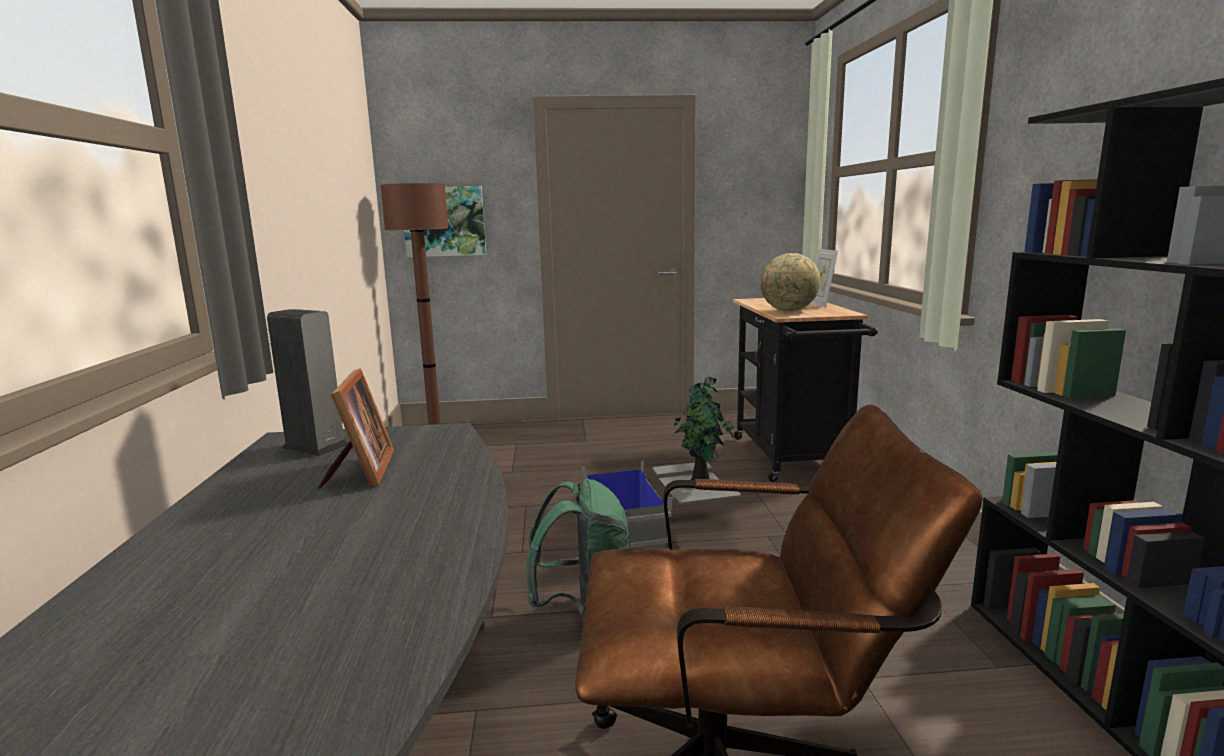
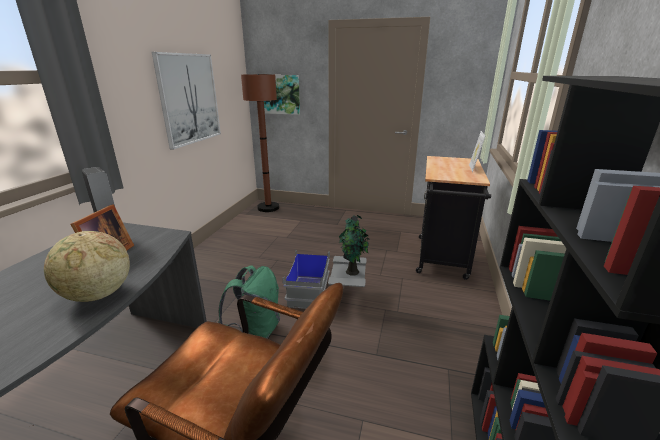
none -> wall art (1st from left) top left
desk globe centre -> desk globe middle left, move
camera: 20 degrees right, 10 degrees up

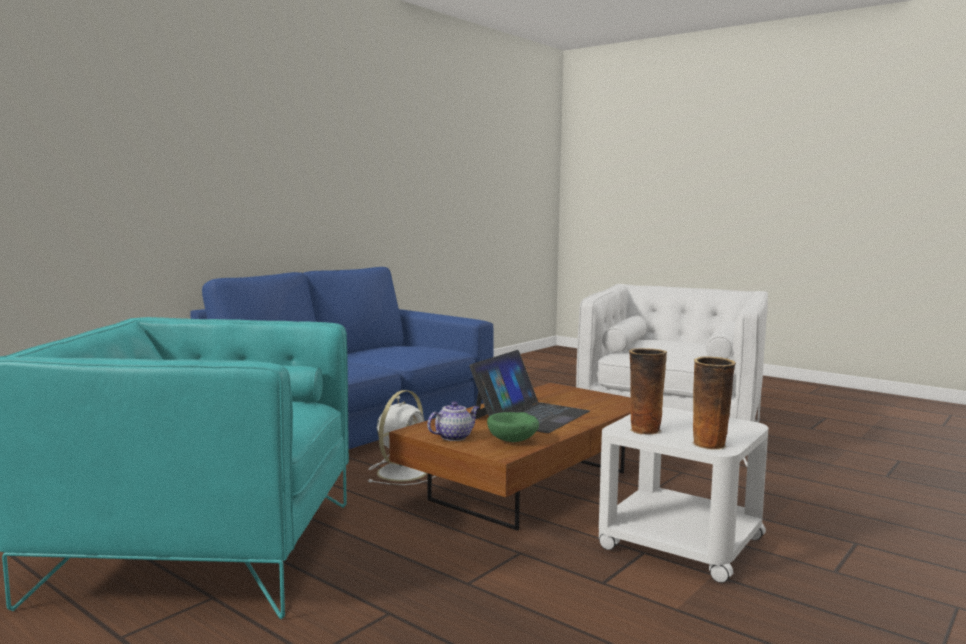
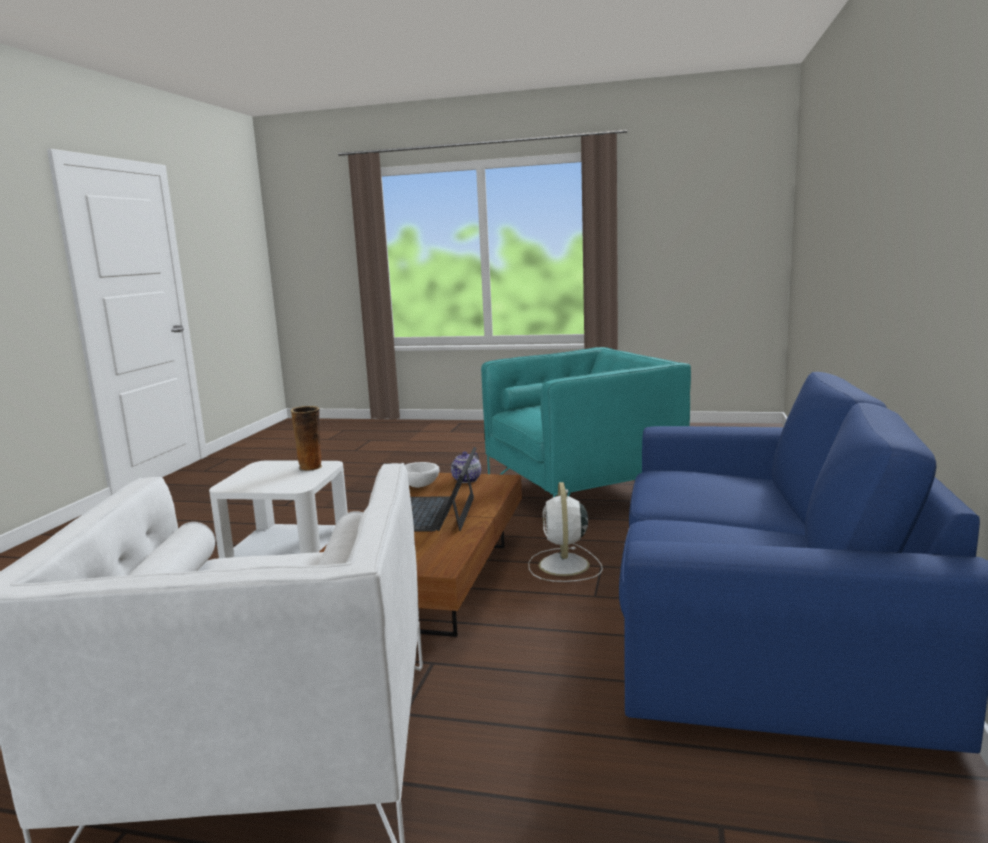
flower vase (2nd from left) middle right -> none
greenish serving bowl centre -> whitish serving bowl centre
camera: 155 degrees right, 5 degrees up

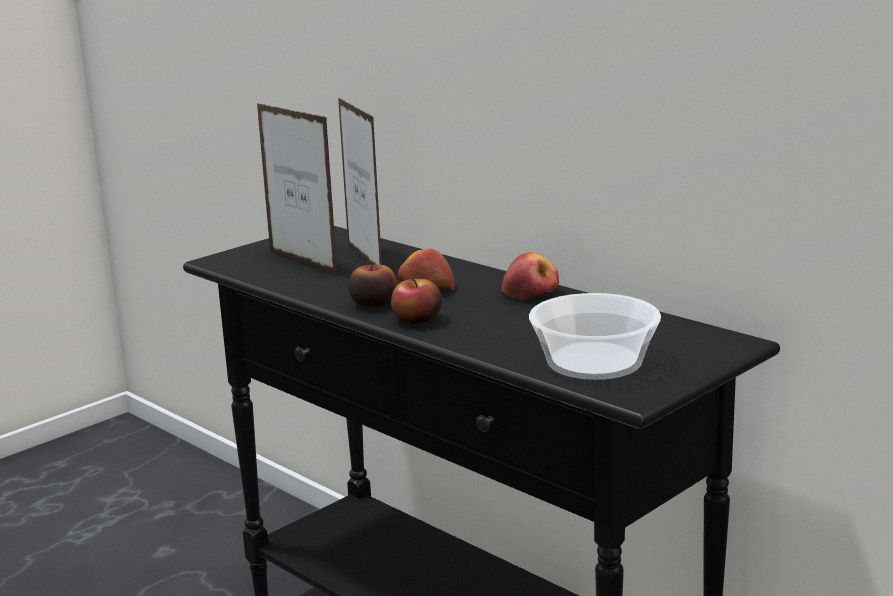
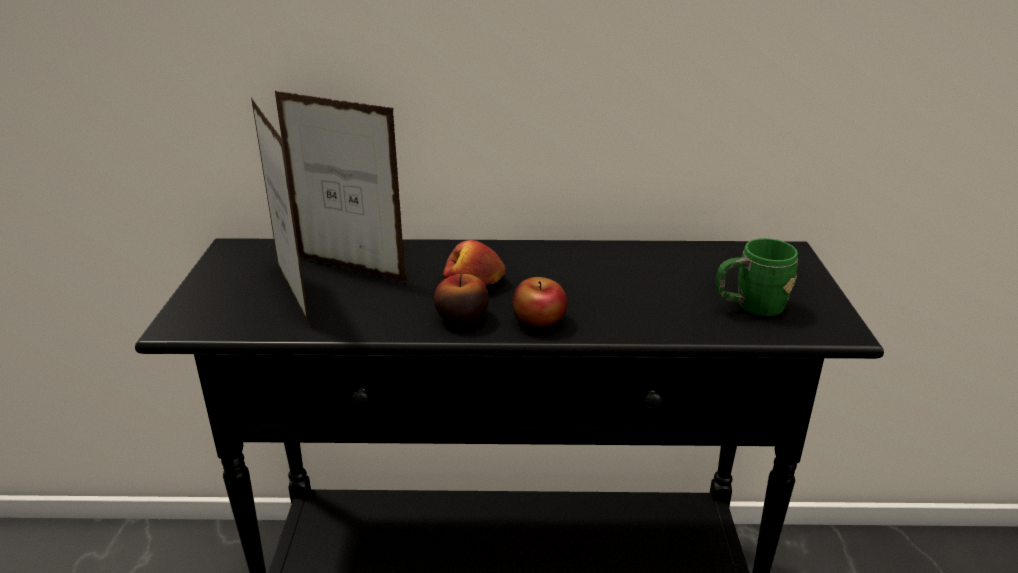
apple (4th from left) centre -> none
serving bowl centre -> greenish coffee mug middle right
standing frame (1st from left) top left -> standing frame (1st from left) middle left, 120 degrees counterclockwise
camera: 45 degrees left, 10 degrees up

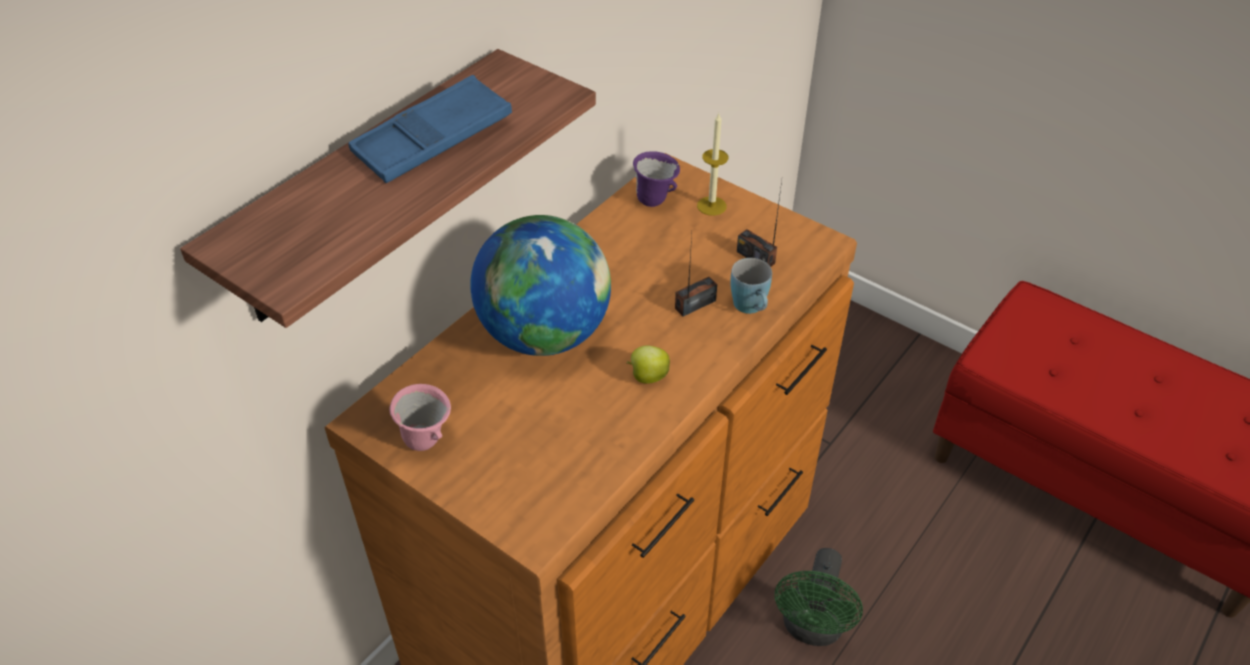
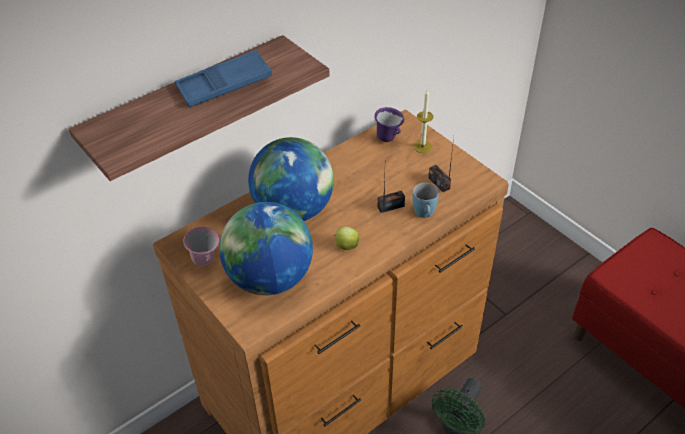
none -> desk globe (1st from left) centre
camera: 15 degrees right, 0 degrees up

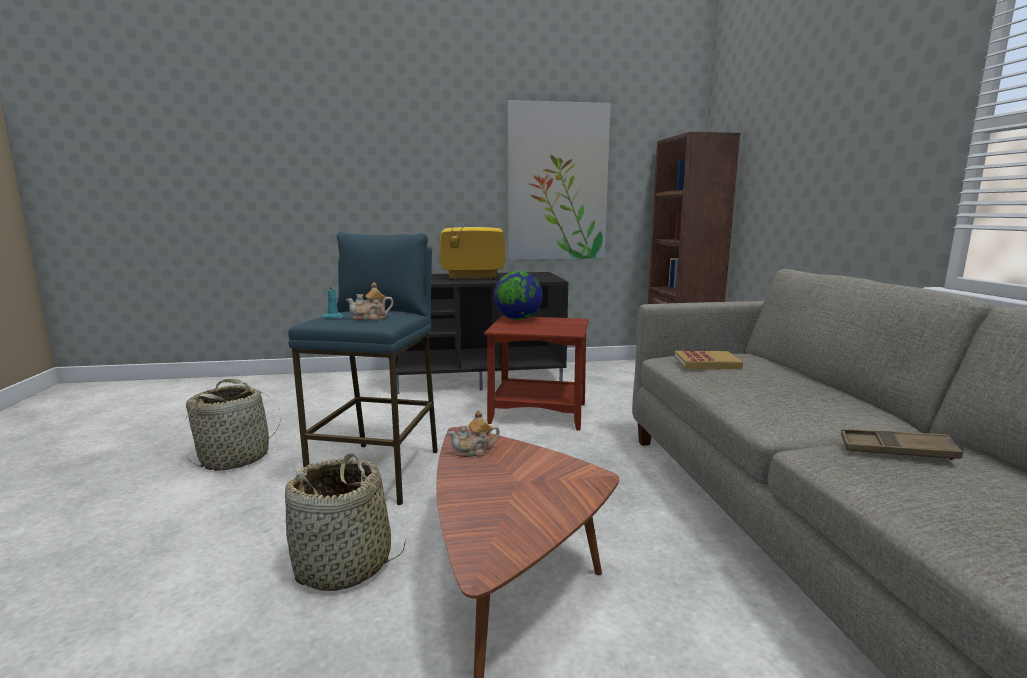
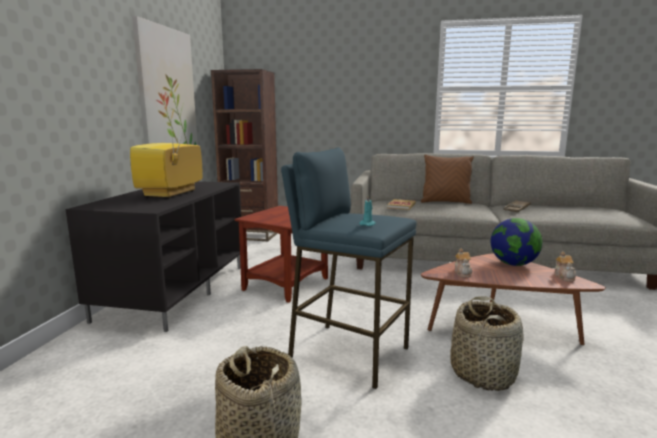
none -> brown throw pillow middle right
tea pot (1st from left in the first image) centre -> tea pot (2nd from left) middle right, move
desk globe centre -> desk globe middle right, move
camera: 70 degrees left, 0 degrees up

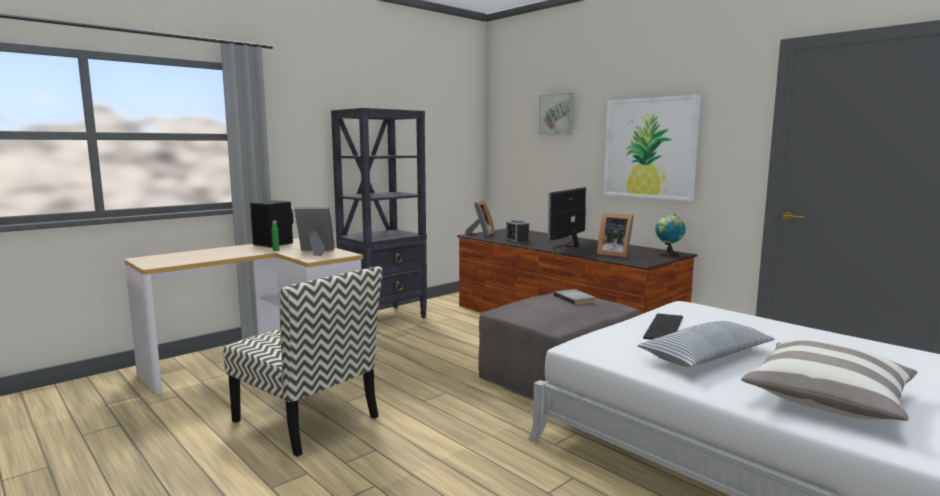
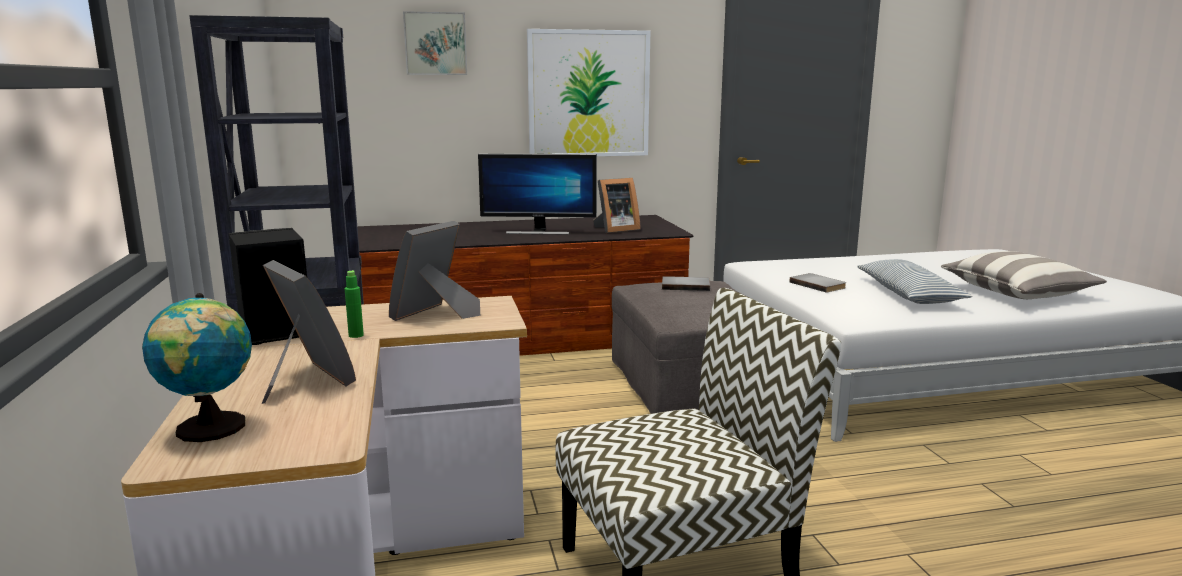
bedside clock centre -> none
standing frame (2nd from left in the first image) centre -> standing frame (1st from left) middle left, move
desk globe middle right -> desk globe middle left, move
keyboard middle right -> grey book (2nd from left) middle right
computer screen centre, 60 degrees counterclockwise
camera: 60 degrees left, 5 degrees up

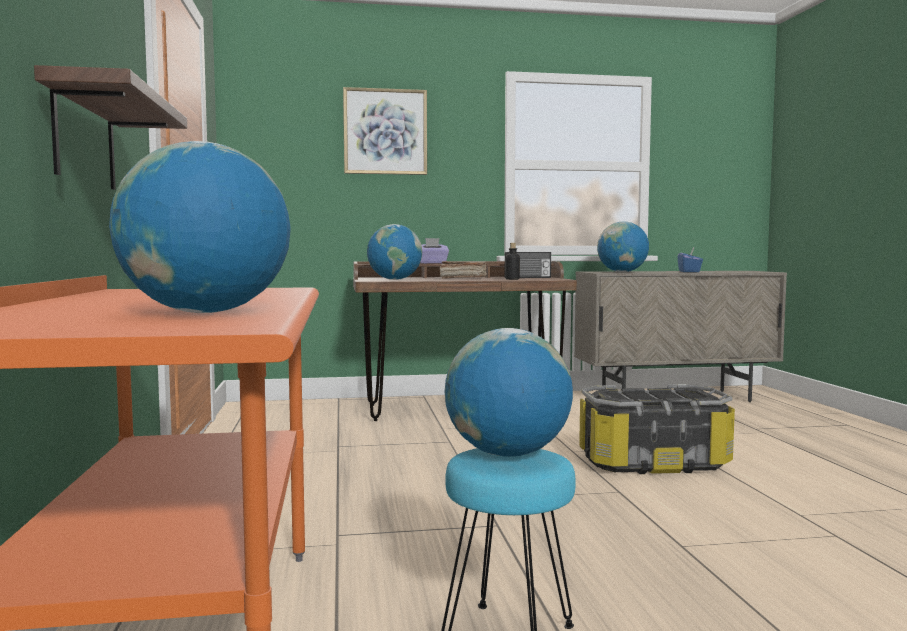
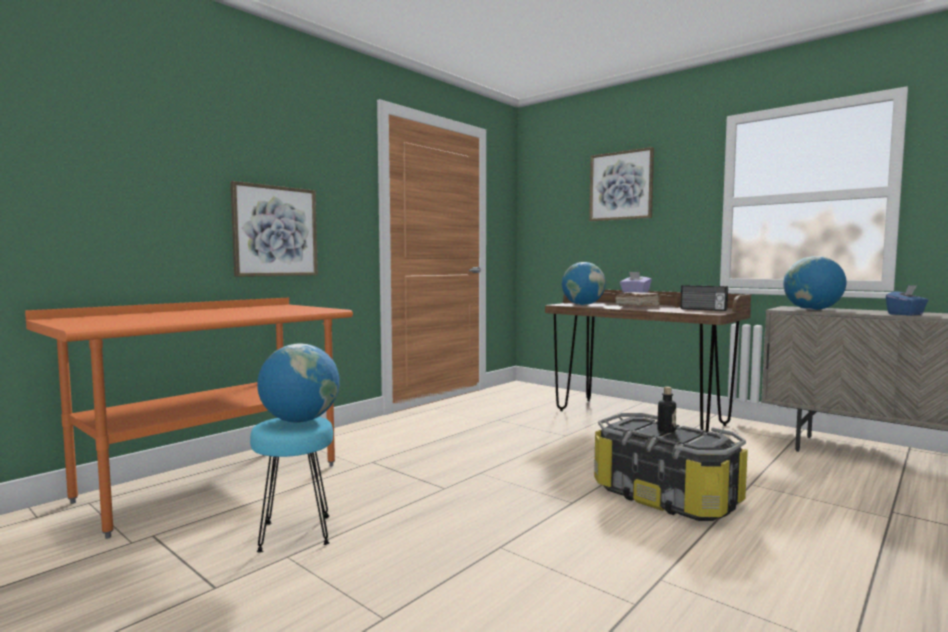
desk globe (1st from left) middle left -> none
drink bottle centre -> drink bottle middle right, move
bracket shelf top left -> wall art (1st from left) middle left
camera: 50 degrees right, 0 degrees up

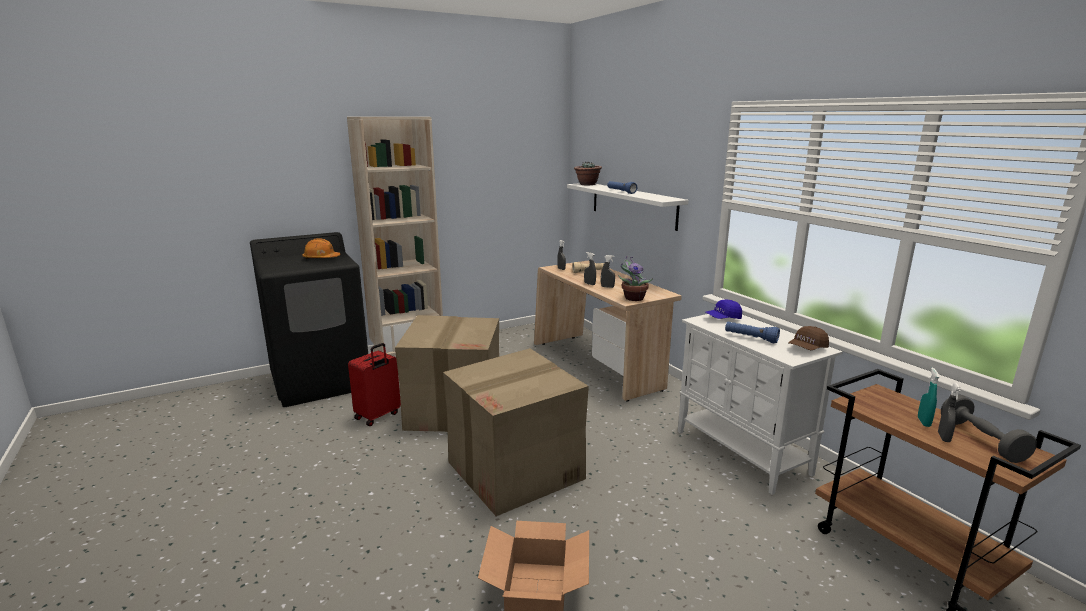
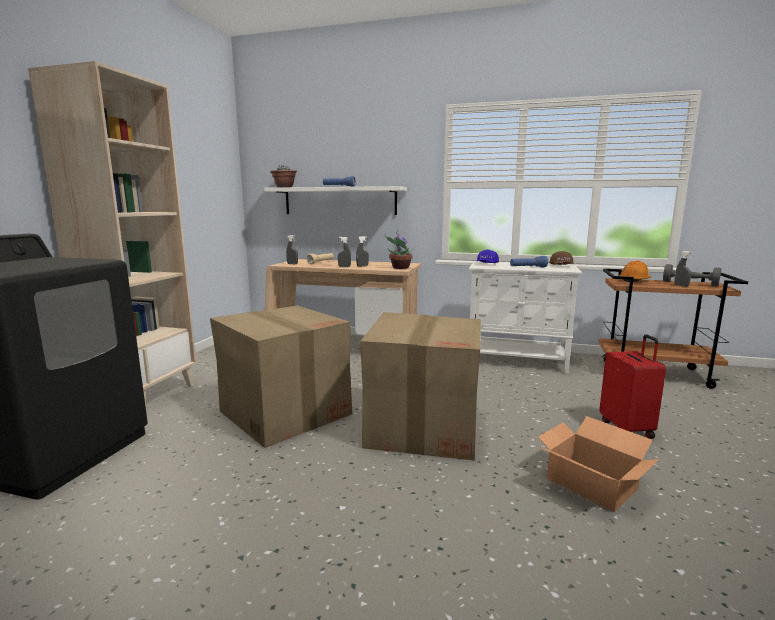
turquoise sprayer middle right -> none
orange-coloured work helmet middle left -> orange-coloured work helmet middle right, move
red travel case centre -> red travel case middle right, move
camera: 45 degrees left, 5 degrees down

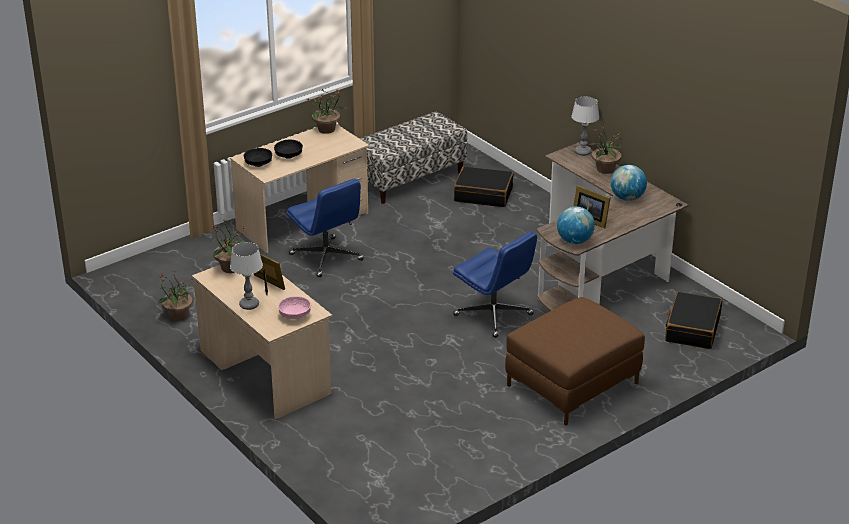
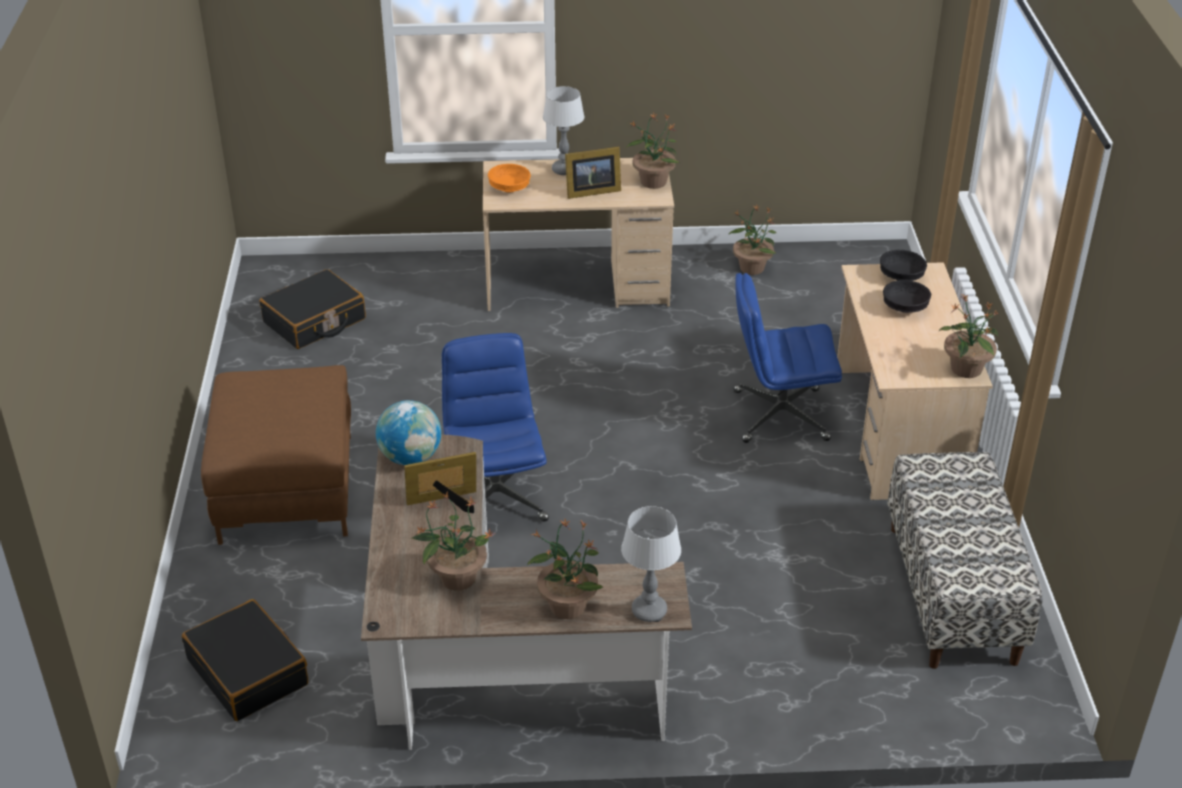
blackish travel case (1st from left in the first image) centre -> blackish travel case (2nd from left) middle left, move
desk globe (2nd from left) middle right -> houseplant (1st from left) bottom centre
pink-coloured serving bowl centre -> orange-coloured serving bowl top centre
bluish computer chair (2nd from left in the first image) centre -> bluish computer chair (1st from left) centre, 90 degrees clockwise
camera: 125 degrees right, 5 degrees up

